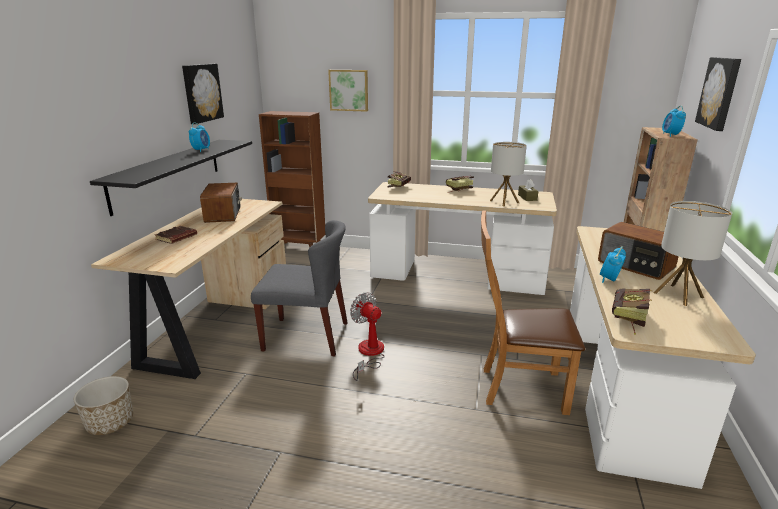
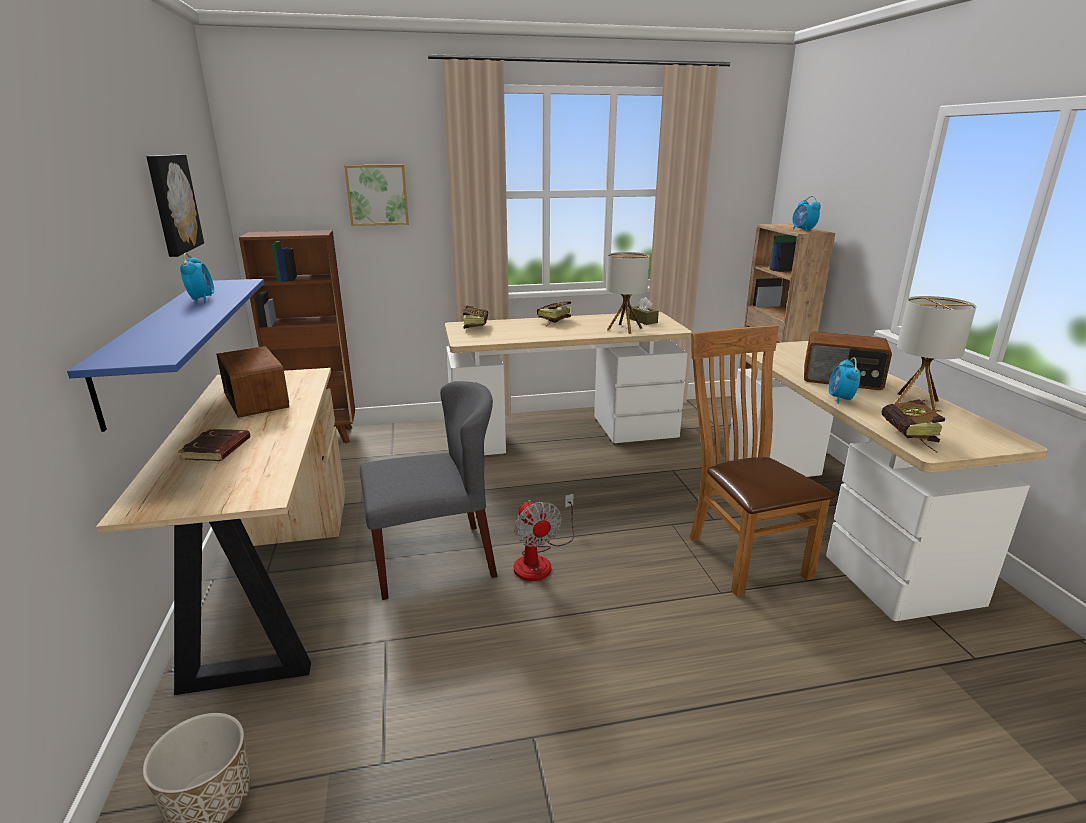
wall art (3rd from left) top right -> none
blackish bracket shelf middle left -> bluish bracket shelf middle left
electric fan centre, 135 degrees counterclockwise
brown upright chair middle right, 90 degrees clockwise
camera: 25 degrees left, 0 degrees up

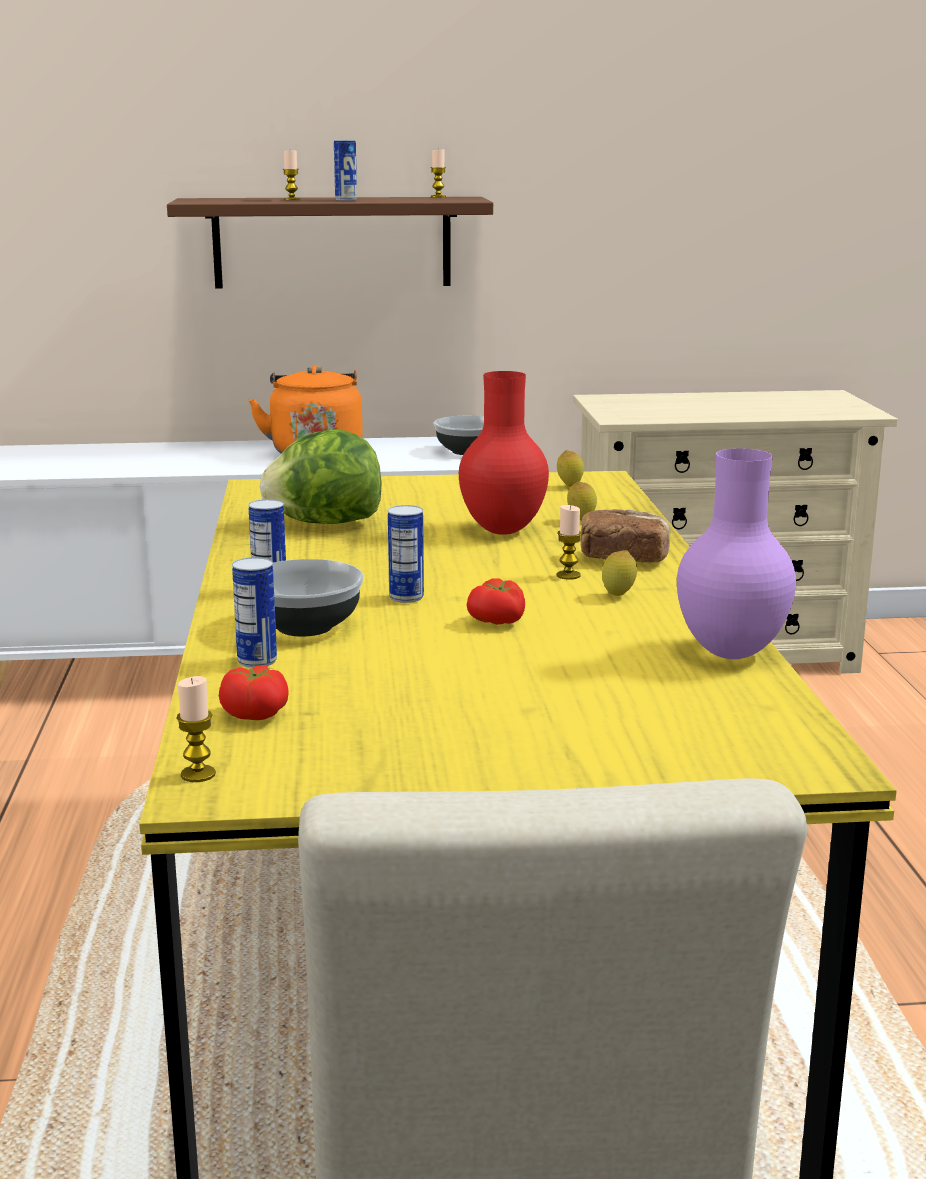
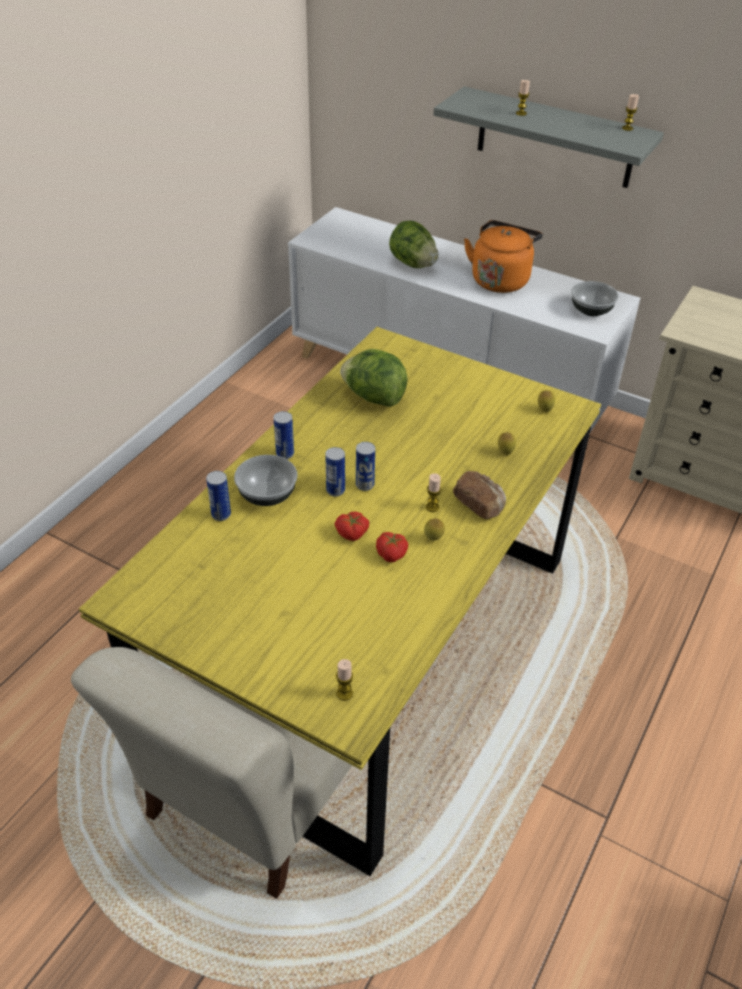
red flower vase centre -> none
purple-coloured flower vase middle right -> none
none -> lettuce head (2nd from left) top centre
candle (1st from left) middle left -> candle (1st from left) bottom centre, move
tomato (1st from left in the first image) middle left -> tomato (2nd from left) centre, move
metal can (3rd from left in the first image) top centre -> metal can (4th from left) centre, move
brown bracket shelf top centre -> grey bracket shelf top right
camera: 35 degrees right, 25 degrees up

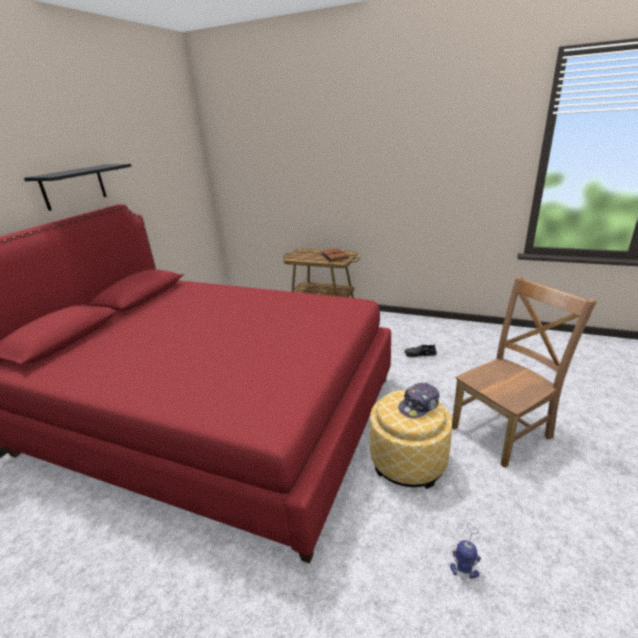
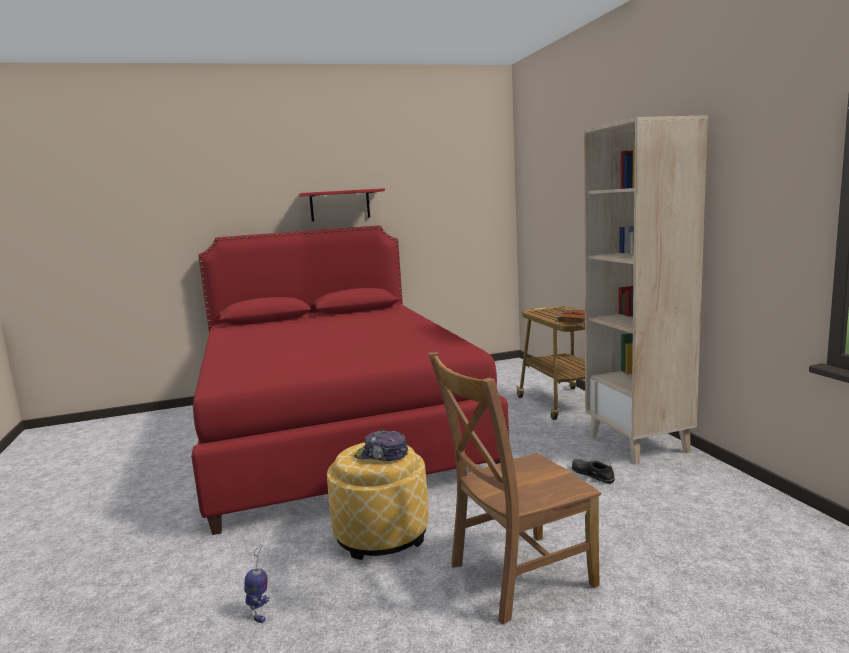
none -> beige-coloured bookcase middle right
blackish bracket shelf top left -> red bracket shelf top centre
brown upright chair middle right -> brown upright chair bottom centre, 135 degrees clockwise
camera: 50 degrees right, 15 degrees down

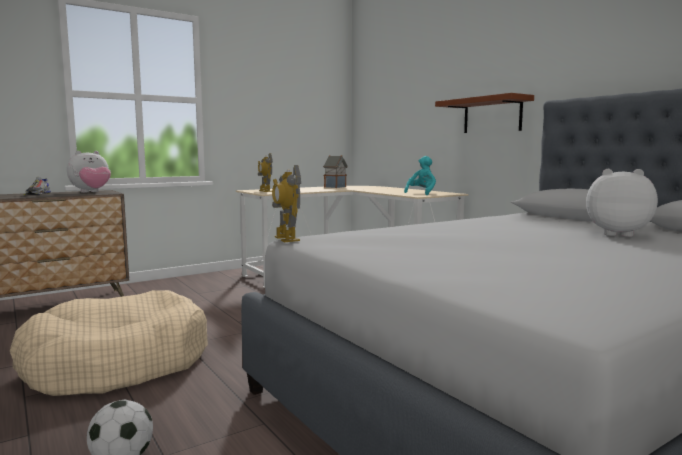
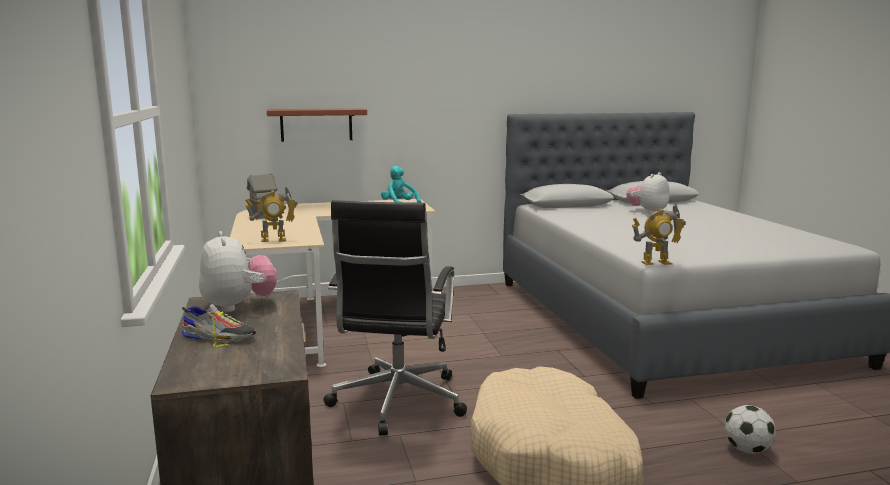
none -> blackish computer chair centre
brown bracket shelf top right -> brown bracket shelf top centre, move
camera: 70 degrees left, 5 degrees up

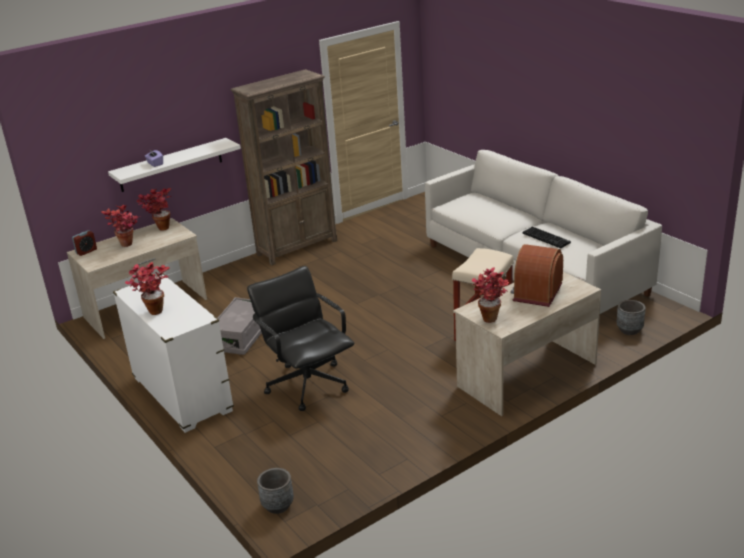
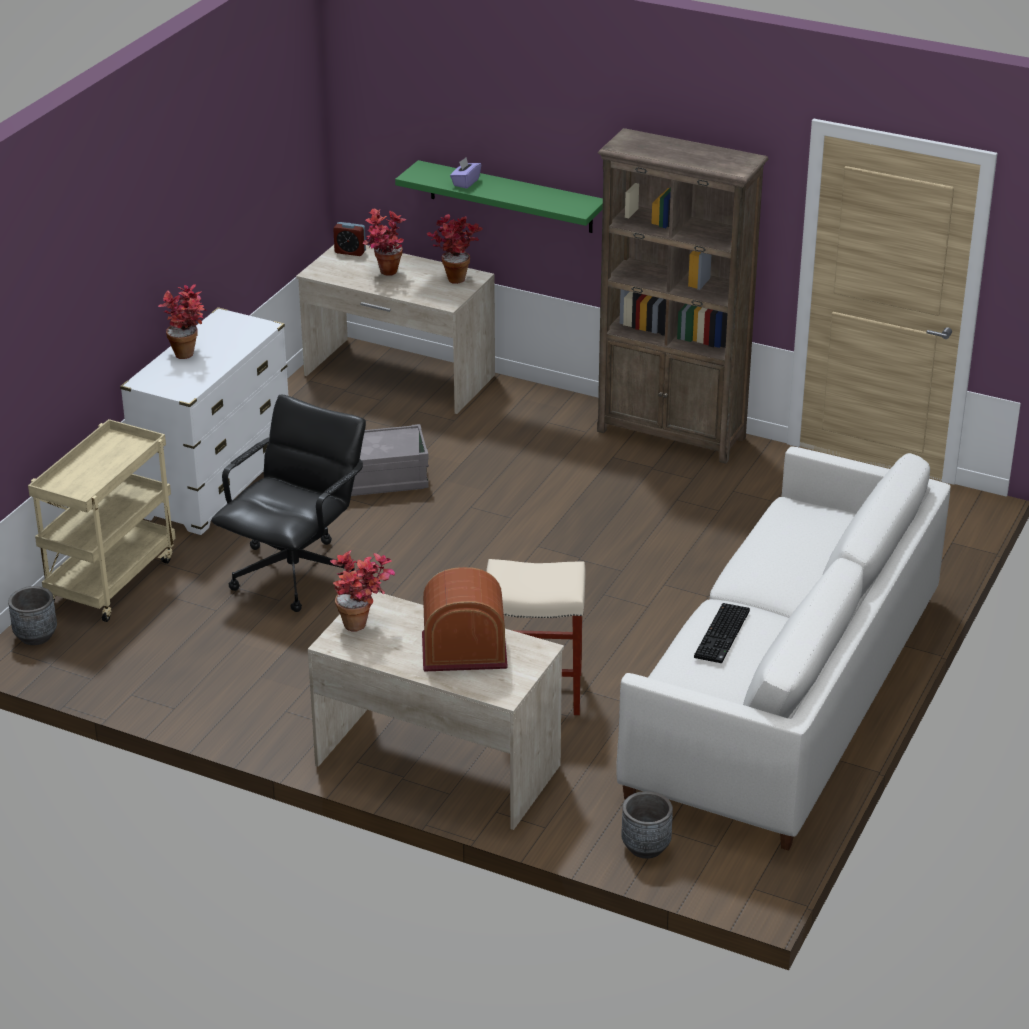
none -> beige-coloured cart middle left
whitish bracket shelf top left -> greenish bracket shelf top centre
camera: 60 degrees right, 5 degrees up

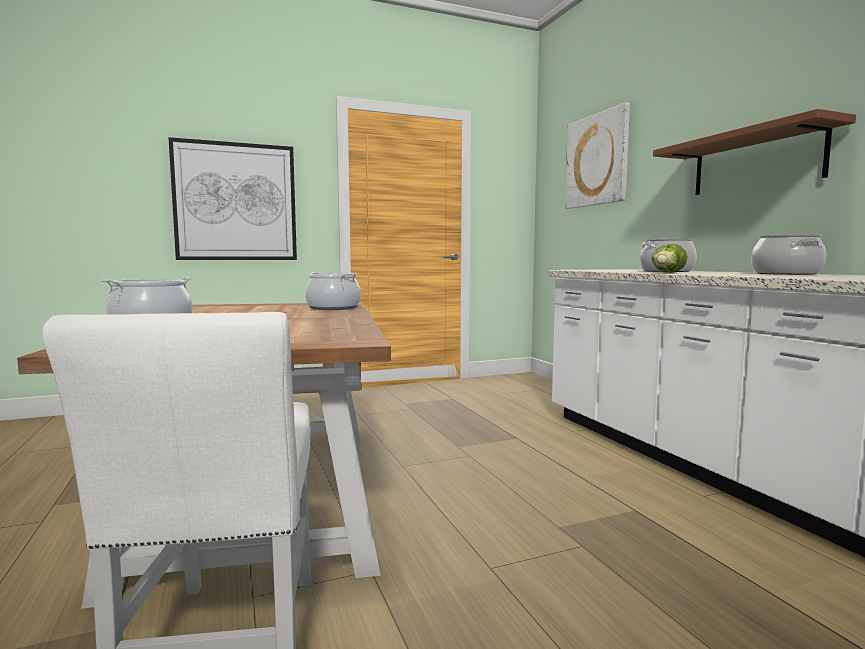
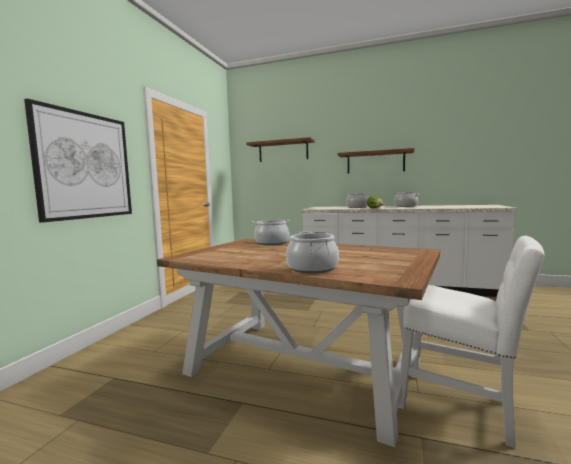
wall art (2nd from left) top right -> brown bracket shelf (1st from left) top centre
camera: 50 degrees left, 0 degrees up

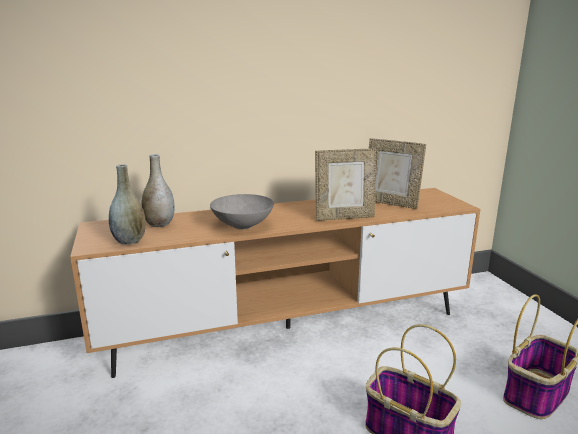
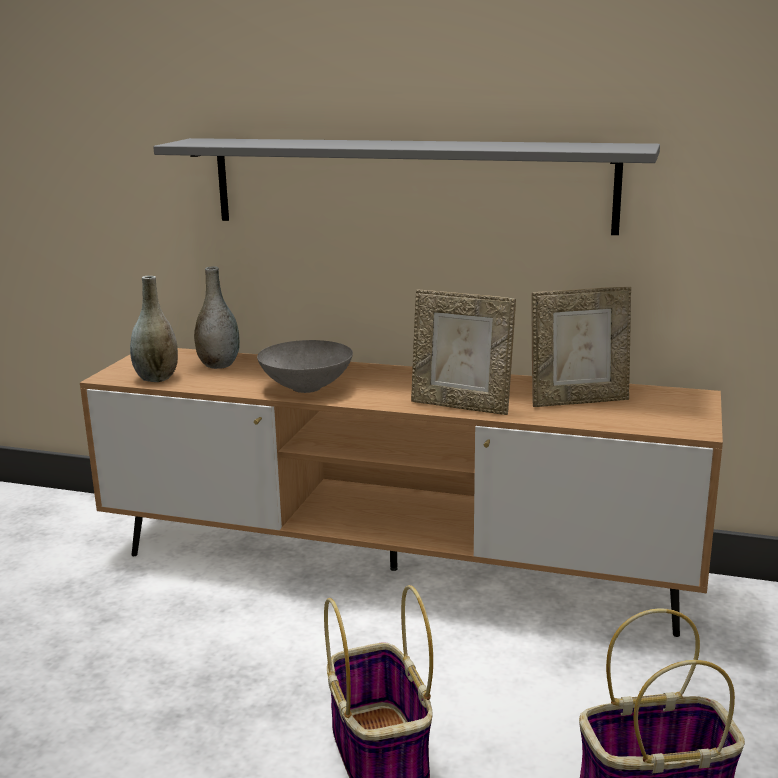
none -> grey bracket shelf top centre
standing frame (2nd from left) middle right, 75 degrees counterclockwise
camera: 35 degrees right, 0 degrees up

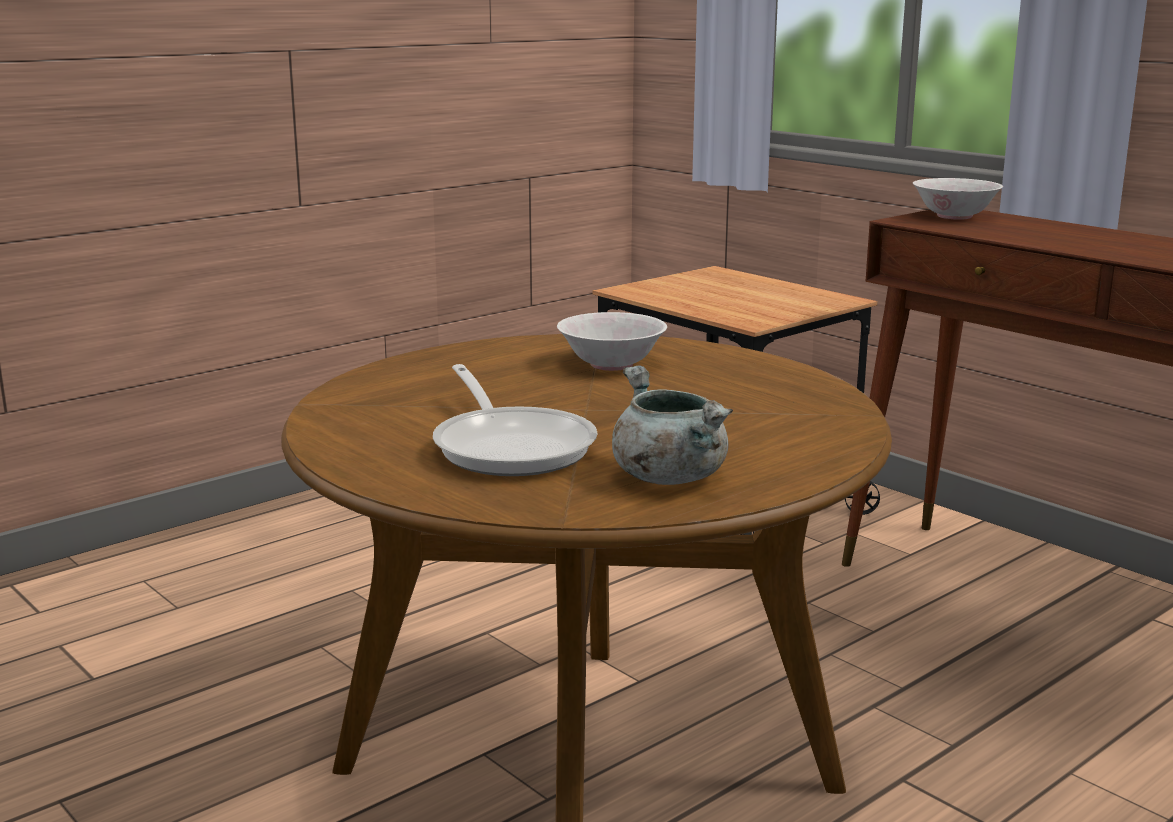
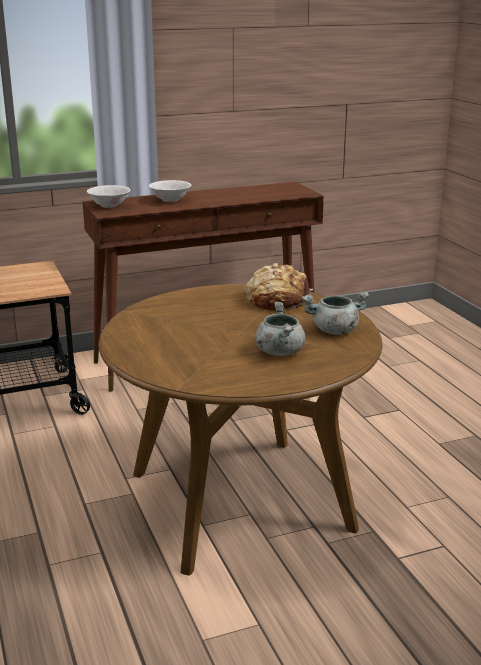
none -> bread centre
whitish serving bowl (1st from left in the first image) centre -> whitish serving bowl (2nd from left) top centre, move
skillet centre -> grey stockpot (1st from left) centre
camera: 70 degrees left, 5 degrees up

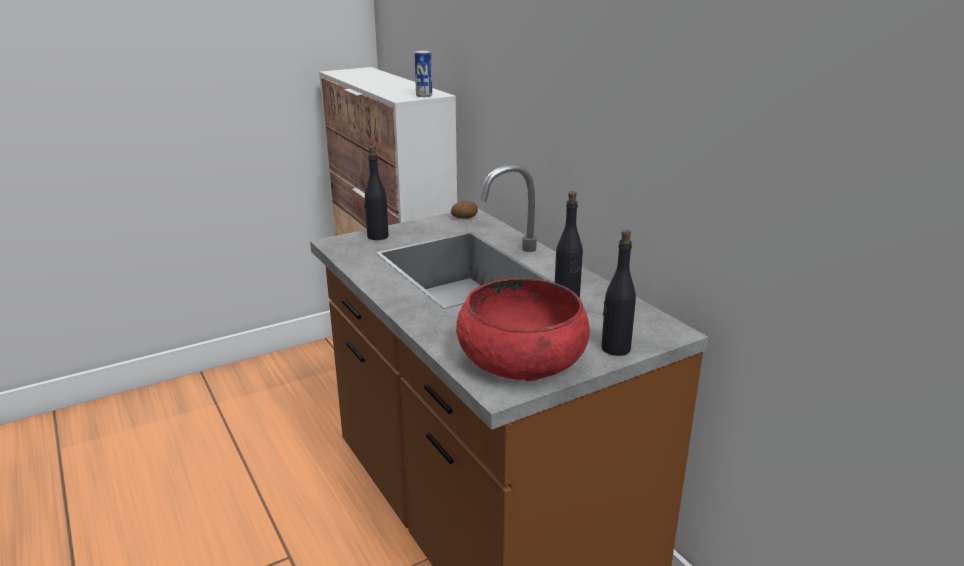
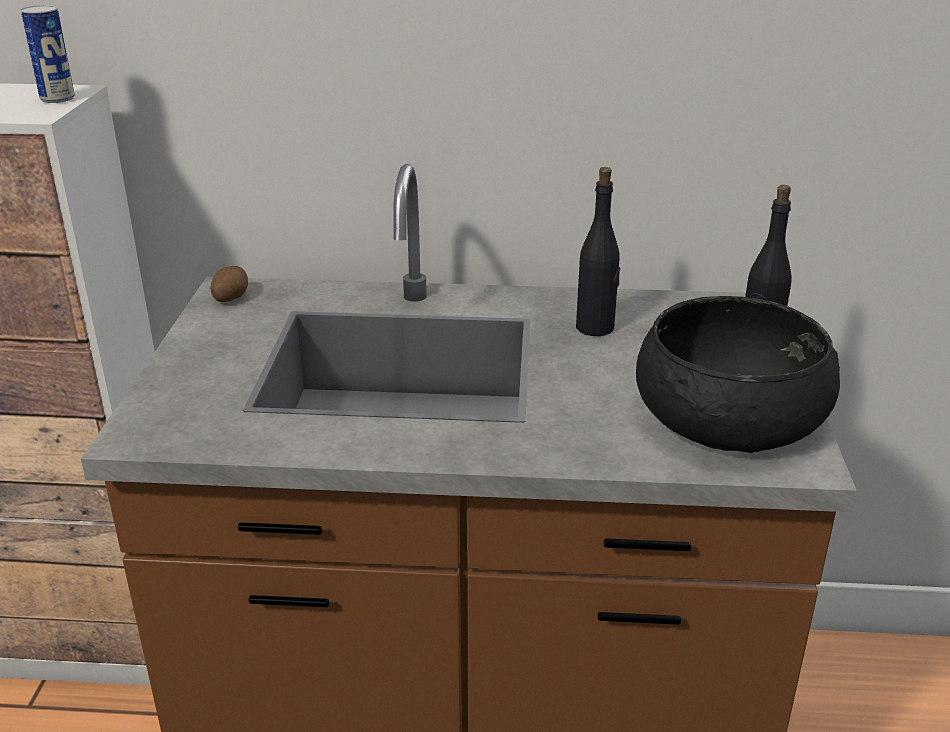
blackish drink bottle (1st from left) centre -> none
red serving bowl centre -> blackish serving bowl middle right
camera: 55 degrees left, 5 degrees up

